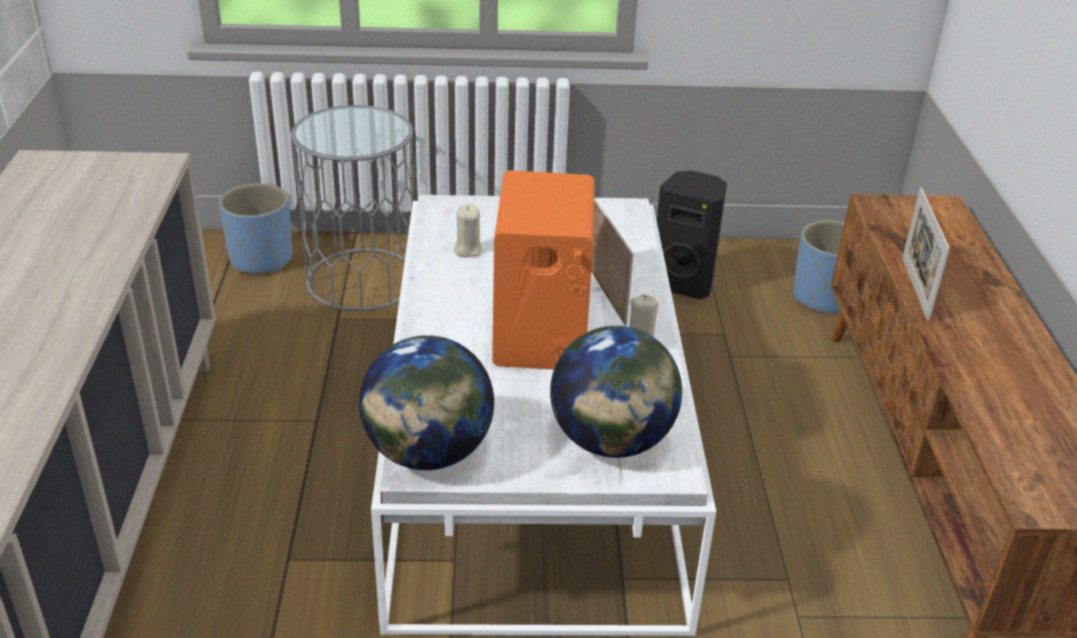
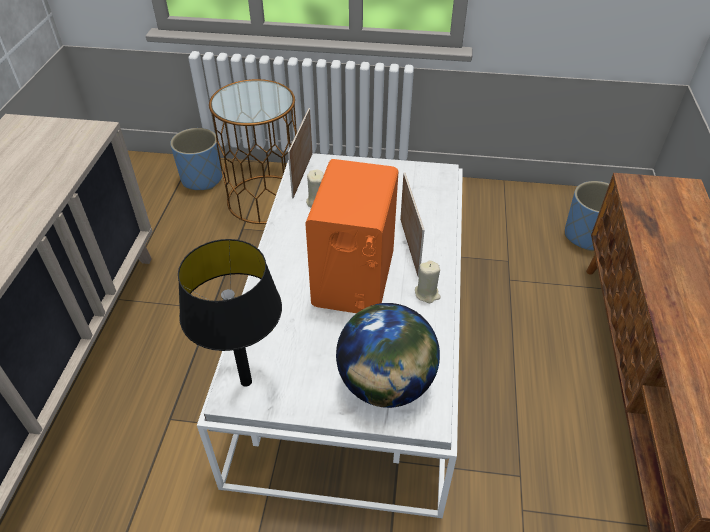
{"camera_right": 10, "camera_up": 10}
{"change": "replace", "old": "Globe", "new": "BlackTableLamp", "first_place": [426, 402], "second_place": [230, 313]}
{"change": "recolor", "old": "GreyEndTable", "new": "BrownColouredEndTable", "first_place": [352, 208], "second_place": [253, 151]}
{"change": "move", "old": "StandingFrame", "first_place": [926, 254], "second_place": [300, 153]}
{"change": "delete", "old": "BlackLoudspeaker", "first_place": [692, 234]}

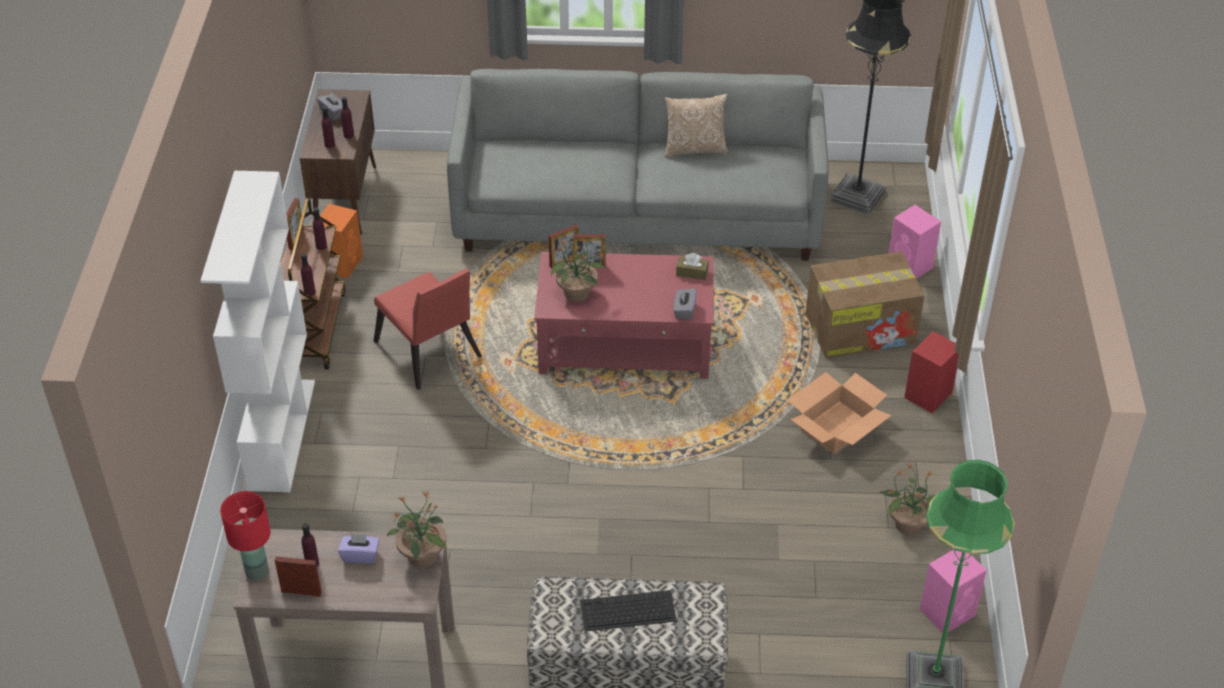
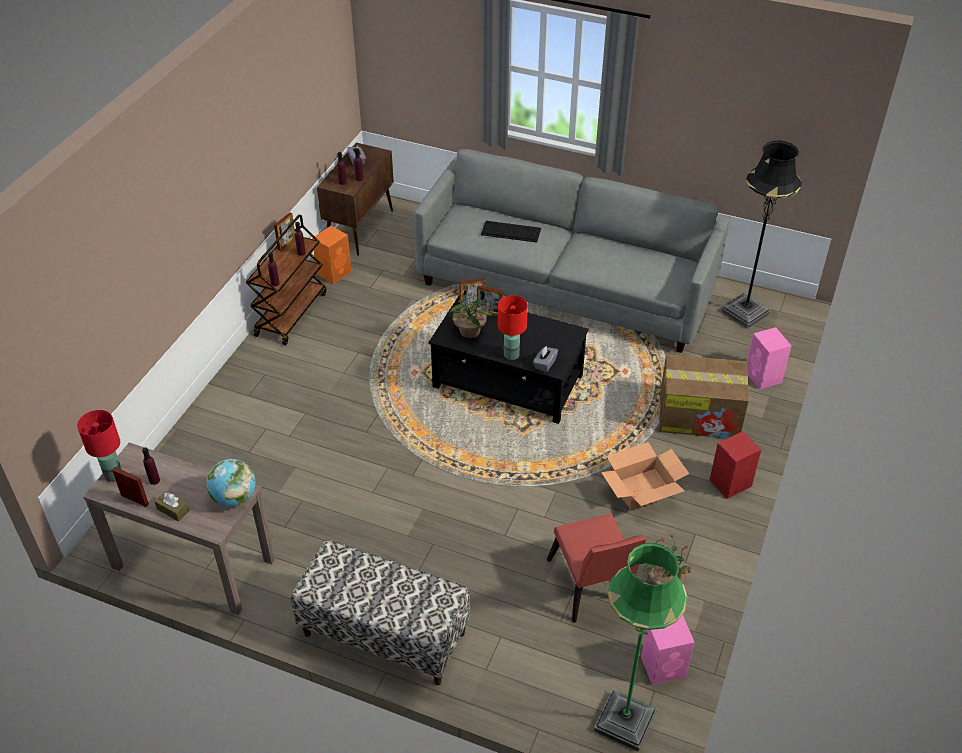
{"camera_right": 20, "camera_up": 0}
{"change": "move", "old": "BrownColouredBoxOfTissues", "first_place": [692, 266], "second_place": [171, 506]}
{"change": "replace", "old": "PlantInAPot", "new": "Globe", "first_place": [416, 529], "second_place": [231, 483]}
{"change": "recolor", "old": "ReddishLoungeTable", "new": "BlackLoungeTable", "first_place": [624, 315], "second_place": [509, 359]}
{"change": "move", "old": "Keyboard", "first_place": [628, 611], "second_place": [511, 232]}
{"change": "insert", "new": "ReddishTableLamp", "second_place": [513, 327]}
{"change": "move", "old": "ReddishUprightChair", "first_place": [427, 329], "second_place": [596, 568]}
{"change": "delete", "old": "WhiteColouredShelvingUnit", "first_place": [257, 331]}
{"change": "delete", "old": "PurplishBoxOfTissues", "first_place": [358, 548]}
{"change": "delete", "old": "ThrowPillow", "first_place": [696, 125]}

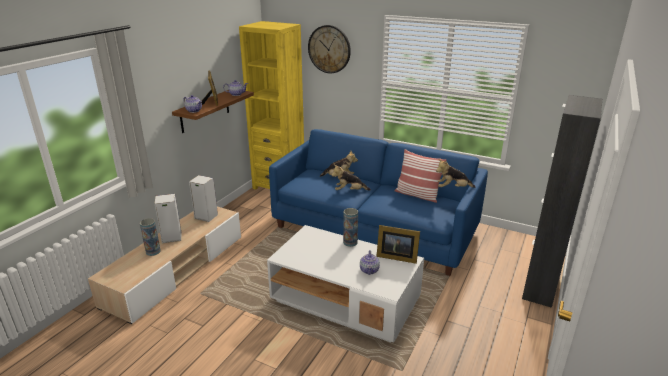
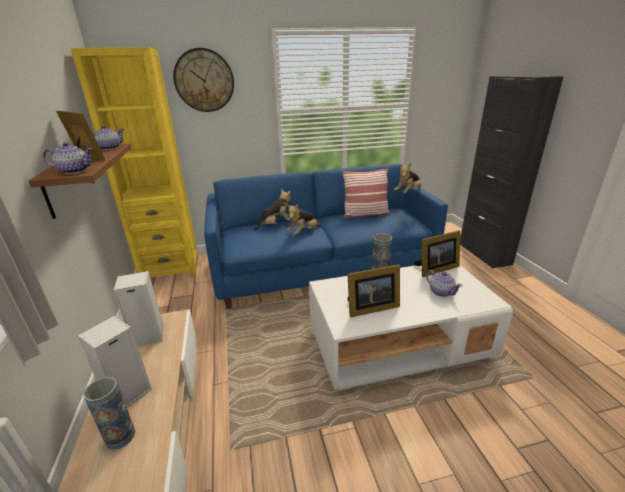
{"camera_right": -40, "camera_up": 0}
{"change": "insert", "new": "StandingFrame", "second_place": [373, 291]}

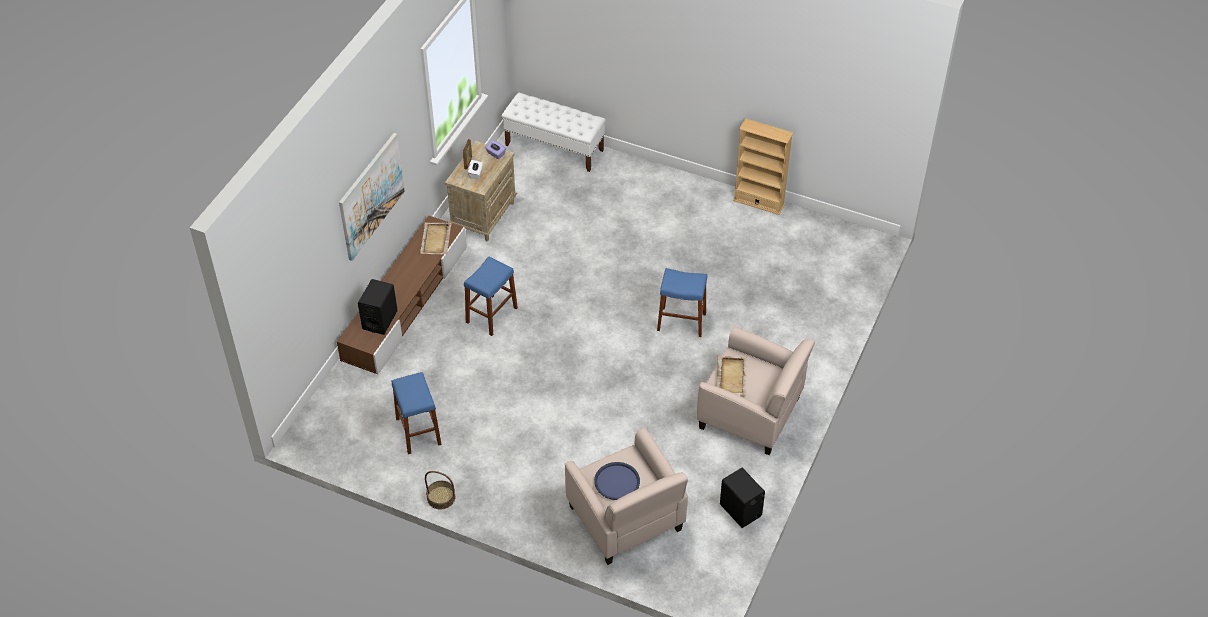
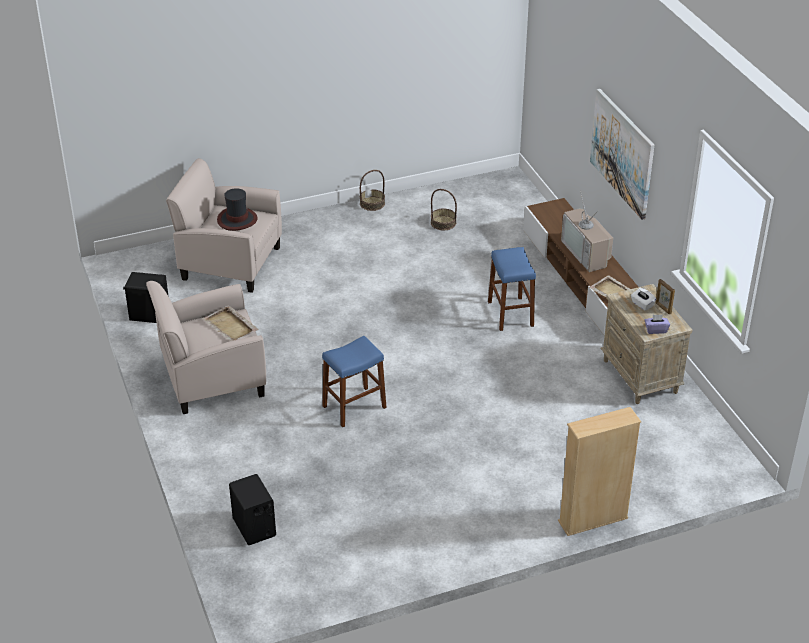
{"camera_right": 135, "camera_up": -10}
{"change": "replace", "old": "BlueColouredTray", "new": "ClothingHat", "first_place": [617, 481], "second_place": [237, 209]}
{"change": "move", "old": "BlackLoudspeaker", "first_place": [378, 307], "second_place": [252, 509]}
{"change": "replace", "old": "BlueColouredSittingStool", "new": "HouseholdBasket", "first_place": [416, 413], "second_place": [444, 209]}
{"change": "move", "old": "SandColouredShelvingUnit", "first_place": [763, 166], "second_place": [599, 471]}
{"change": "insert", "new": "TvSet", "second_place": [587, 231]}
{"change": "delete", "old": "WhiteColouredBench", "first_place": [554, 132]}

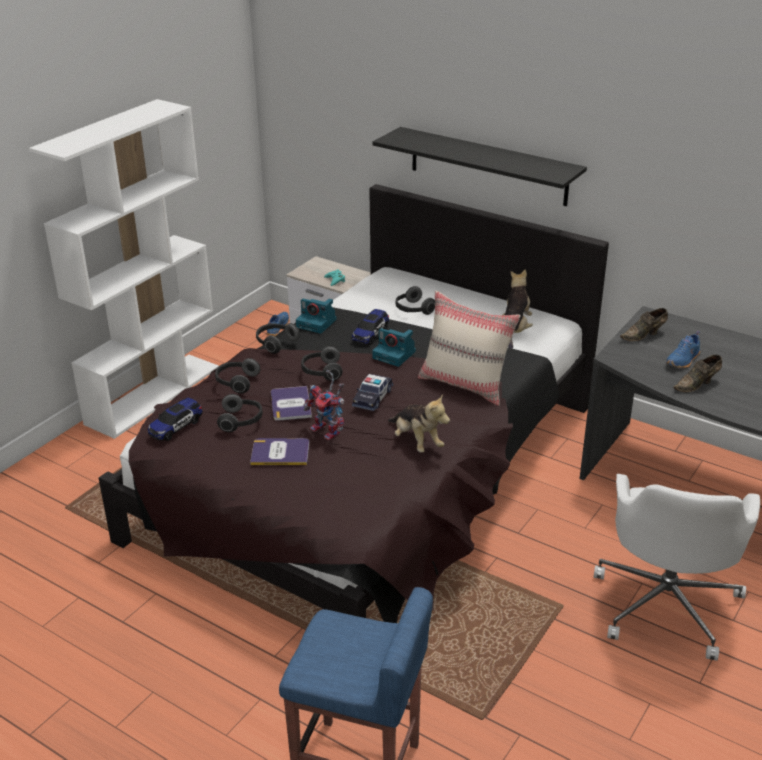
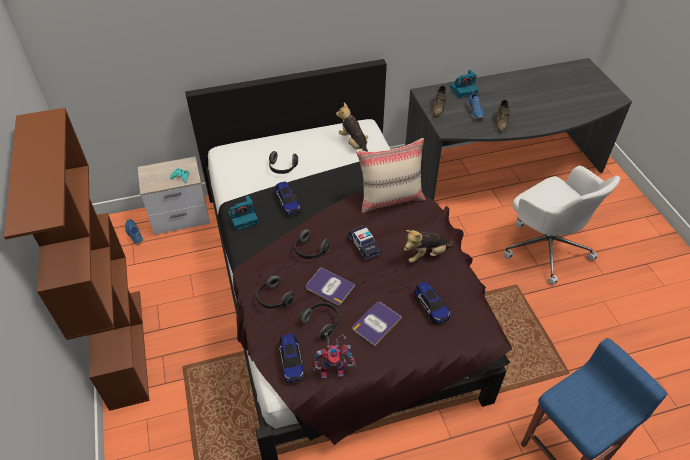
{"camera_right": -50, "camera_up": 15}
{"change": "recolor", "old": "WhiteColouredShelvingUnit", "new": "BrownColouredShelvingUnit", "first_place": [124, 269], "second_place": [76, 259]}
{"change": "move", "old": "ModelRobot", "first_place": [324, 405], "second_place": [334, 356]}
{"change": "rotate", "old": "CuddlyToy", "first_place": [419, 423], "second_place": [429, 246], "degrees": 150}
{"change": "insert", "new": "ToyCar", "second_place": [432, 302]}
{"change": "move", "old": "StillCamera", "first_place": [394, 347], "second_place": [464, 84]}
{"change": "delete", "old": "Headset", "first_place": [278, 338]}
{"change": "delete", "old": "BlackShelf", "first_place": [480, 167]}

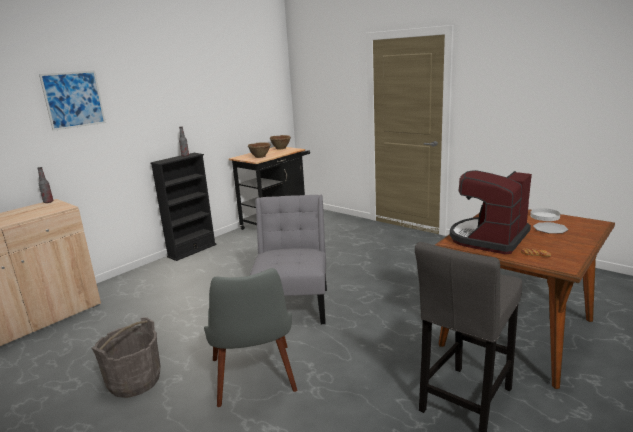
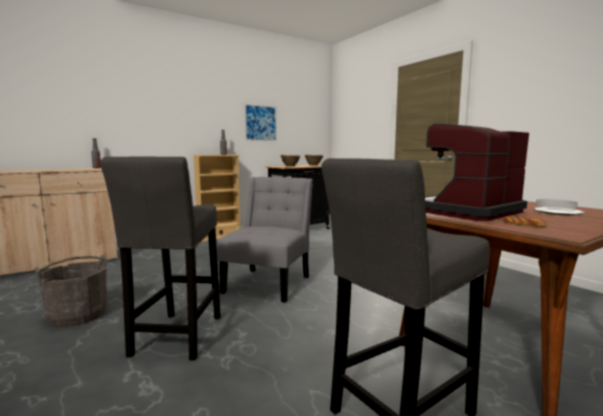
{"camera_right": 15, "camera_up": -10}
{"change": "replace", "old": "GreyUprightChair", "new": "GreySittingStool", "first_place": [250, 337], "second_place": [160, 259]}
{"change": "recolor", "old": "BlackShelvingUnit", "new": "SandColouredShelvingUnit", "first_place": [183, 207], "second_place": [216, 198]}
{"change": "move", "old": "WallArt", "first_place": [72, 100], "second_place": [261, 122]}

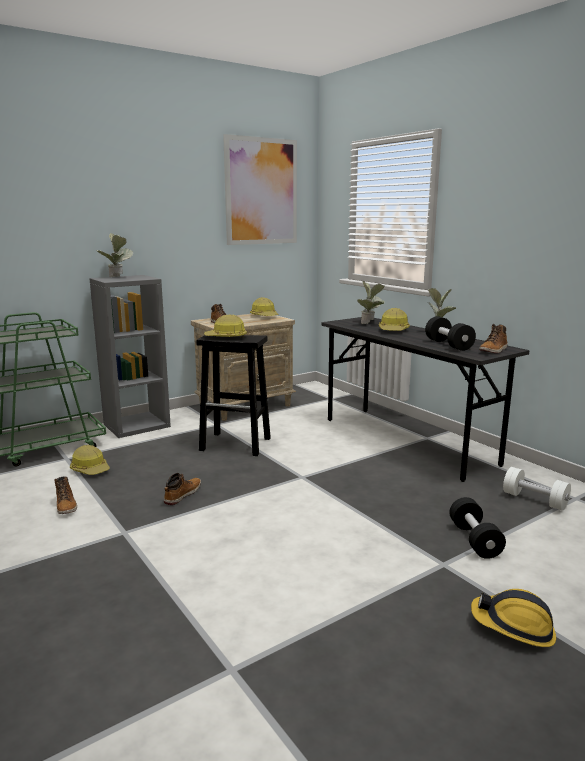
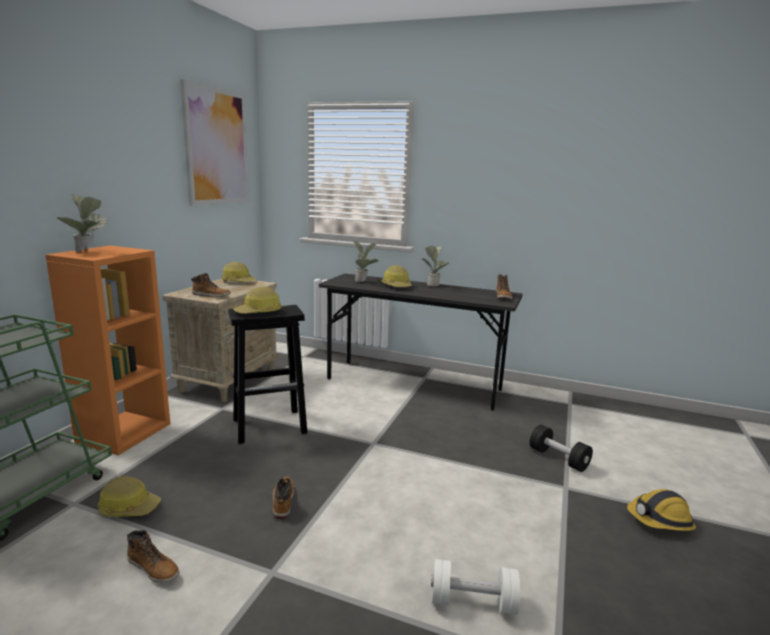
{"camera_right": -35, "camera_up": 0}
{"change": "recolor", "old": "GreyShelvingUnit", "new": "OrangeColouredShelvingUnit", "first_place": [130, 356], "second_place": [107, 350]}
{"change": "move", "old": "WhiteColouredDumbbell", "first_place": [537, 489], "second_place": [475, 587]}
{"change": "delete", "old": "BlackDumbbell", "first_place": [450, 333]}

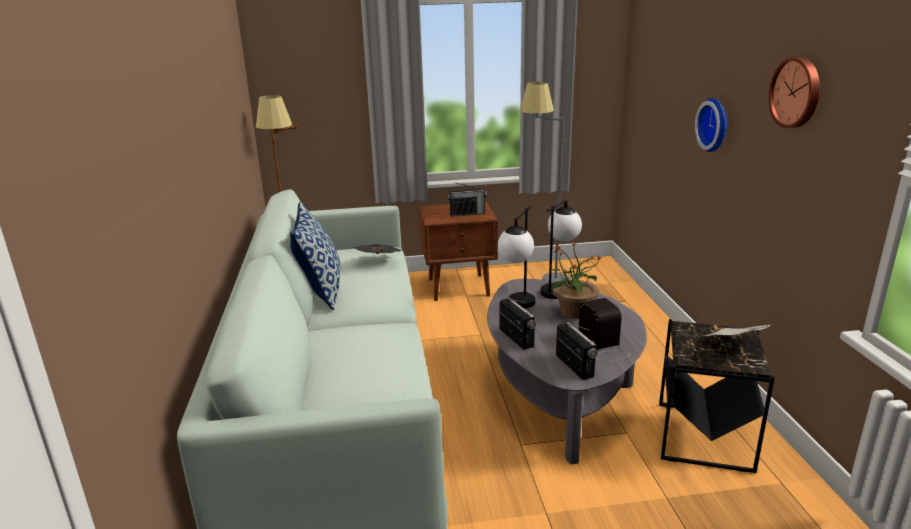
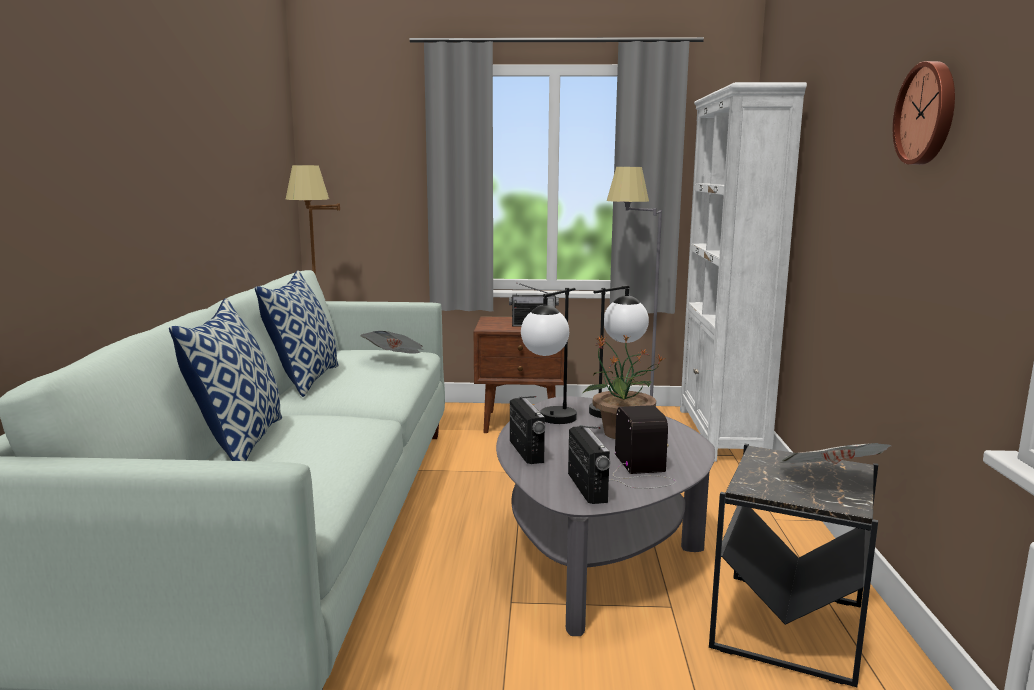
{"camera_right": 10, "camera_up": -10}
{"change": "insert", "new": "ThrowPillow", "second_place": [225, 379]}
{"change": "insert", "new": "WhiteColouredShelvingUnit", "second_place": [743, 272]}
{"change": "delete", "old": "HangingClock", "first_place": [711, 125]}

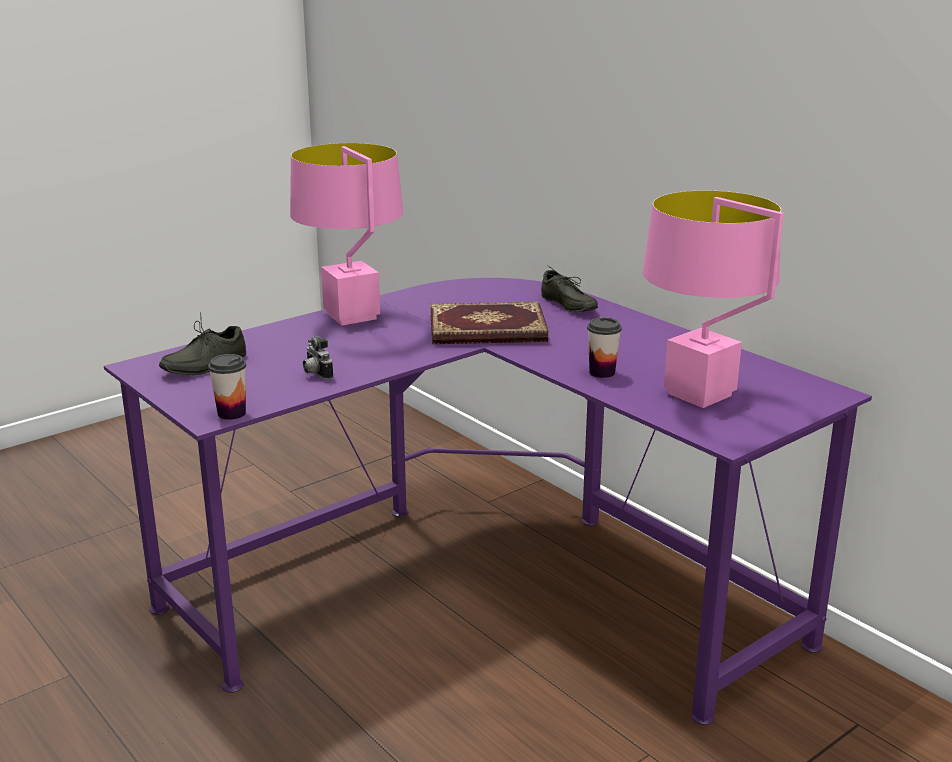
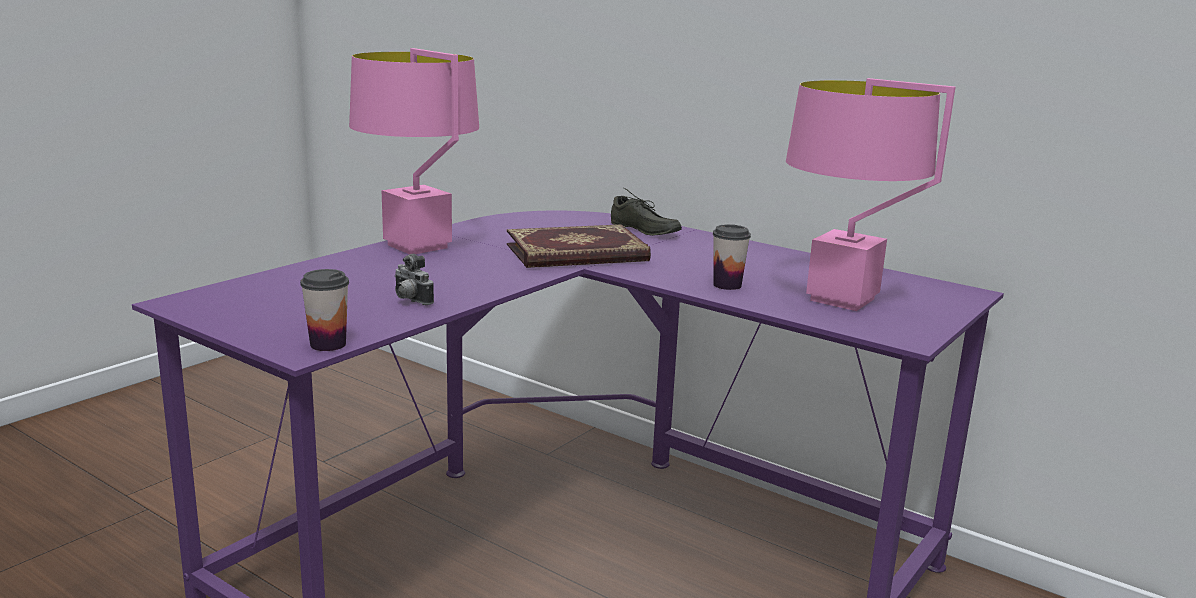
{"camera_right": -15, "camera_up": -5}
{"change": "delete", "old": "GreyLowShoe", "first_place": [202, 343]}

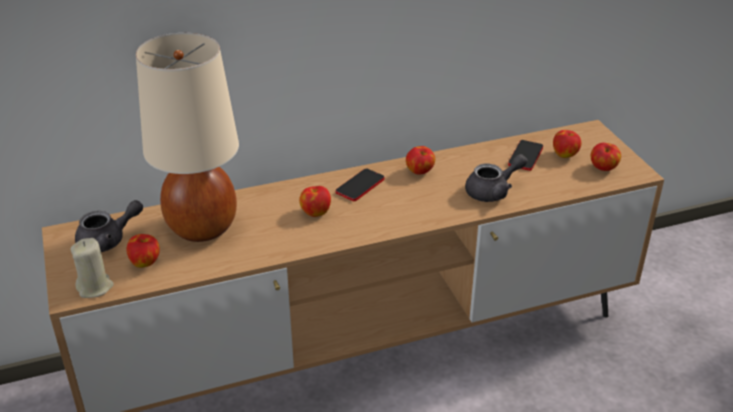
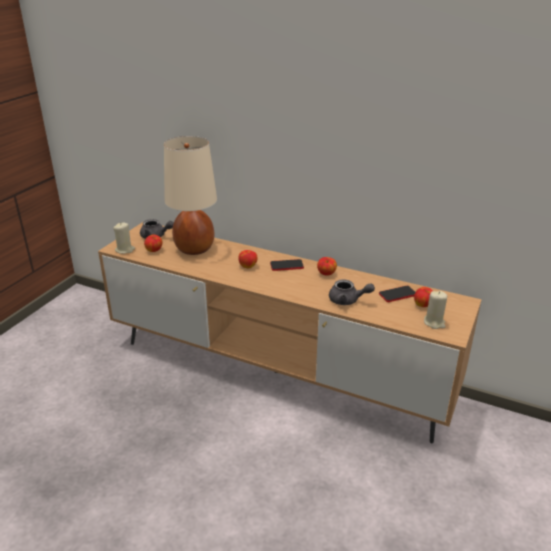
{"camera_right": 45, "camera_up": -5}
{"change": "replace", "old": "WholeApple", "new": "SandColouredWaxCandle", "first_place": [606, 157], "second_place": [435, 310]}

